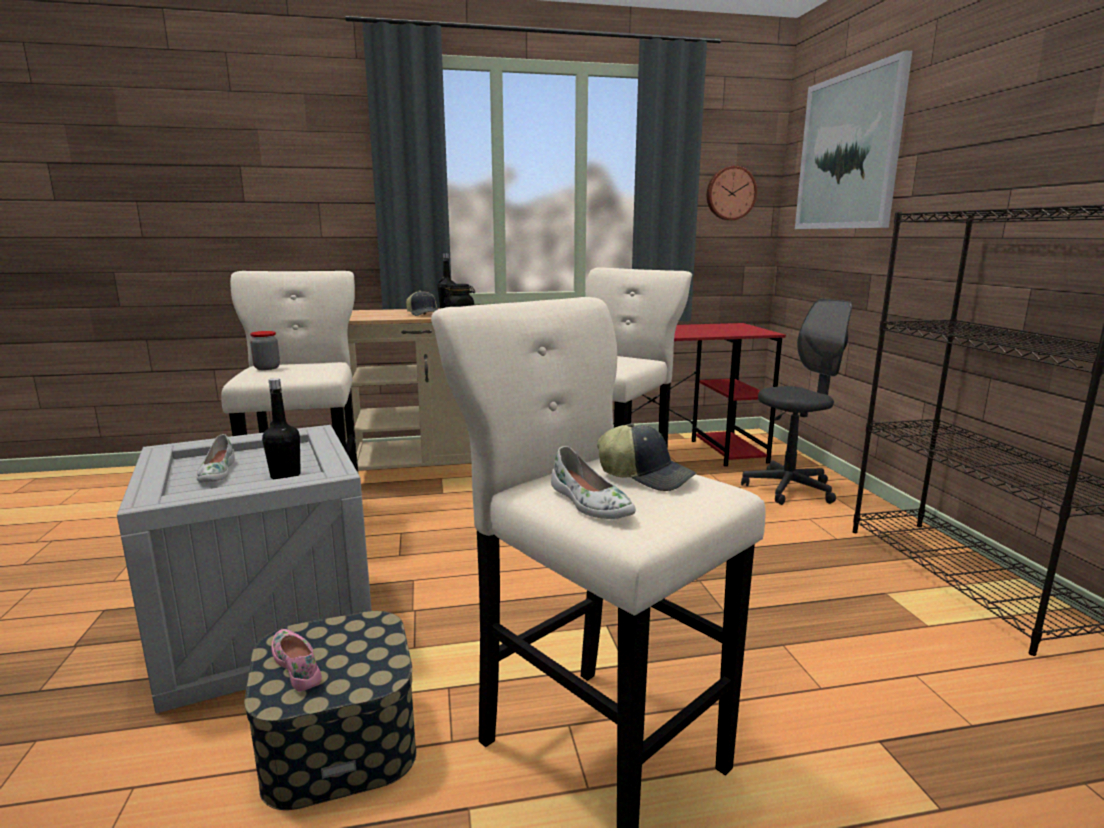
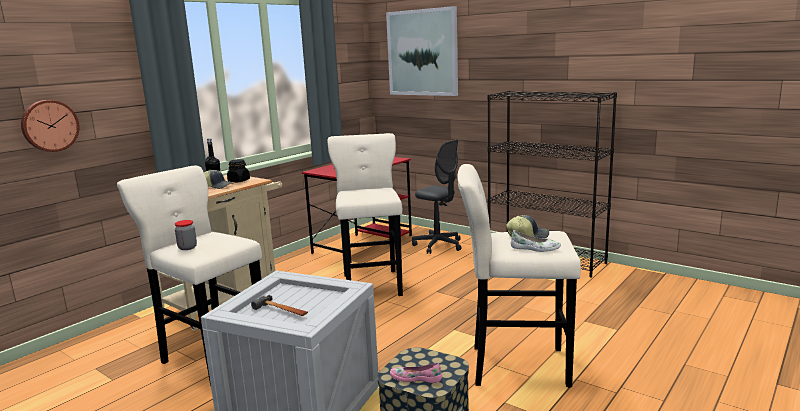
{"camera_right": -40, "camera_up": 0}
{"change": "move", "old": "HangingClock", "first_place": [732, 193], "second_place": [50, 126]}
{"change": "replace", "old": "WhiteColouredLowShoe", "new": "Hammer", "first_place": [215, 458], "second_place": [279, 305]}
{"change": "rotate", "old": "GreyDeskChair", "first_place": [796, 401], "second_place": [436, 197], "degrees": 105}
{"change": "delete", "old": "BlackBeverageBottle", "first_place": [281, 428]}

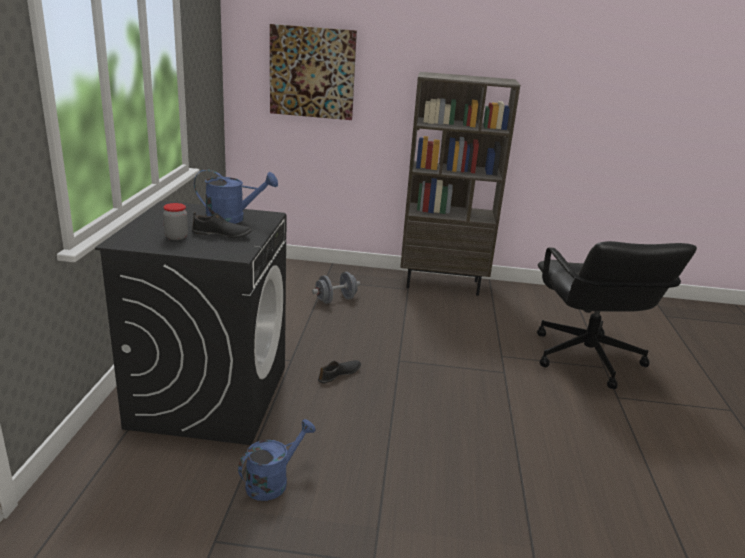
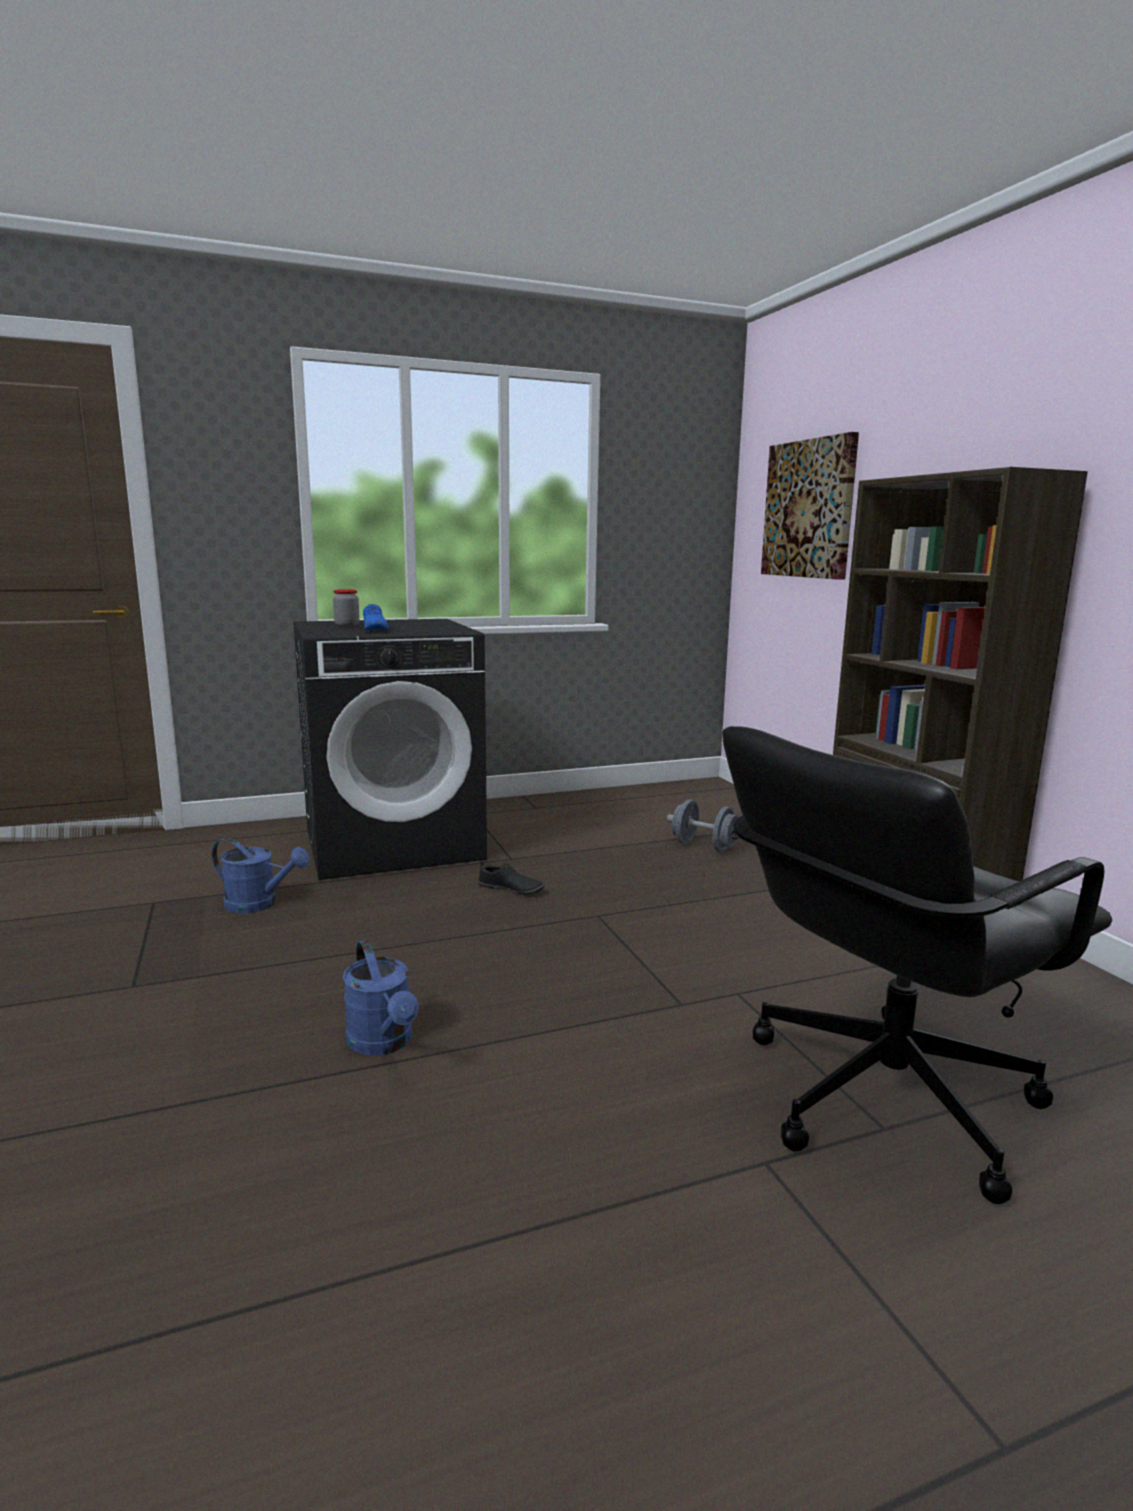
{"camera_right": 65, "camera_up": -10}
{"change": "move", "old": "BlueColouredWateringCan", "first_place": [236, 196], "second_place": [381, 997]}
{"change": "recolor", "old": "BlackLowShoe", "new": "BlueColouredLowShoe", "first_place": [221, 225], "second_place": [376, 617]}

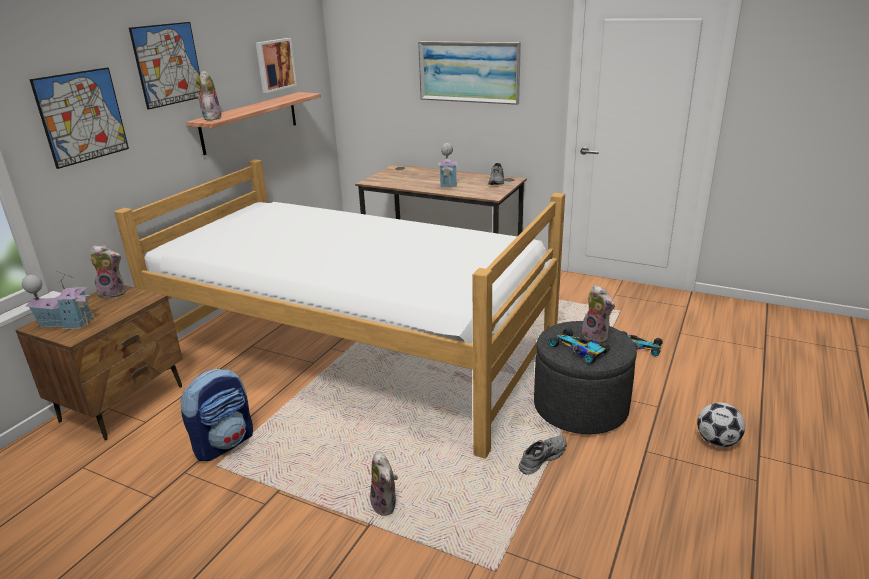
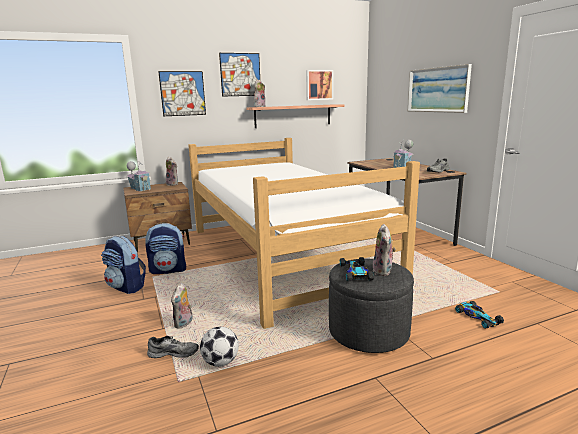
{"camera_right": 40, "camera_up": -10}
{"change": "insert", "new": "Rucksack", "second_place": [123, 265]}
{"change": "move", "old": "GreyLowShoe", "first_place": [543, 455], "second_place": [173, 347]}
{"change": "move", "old": "Football", "first_place": [721, 424], "second_place": [219, 347]}

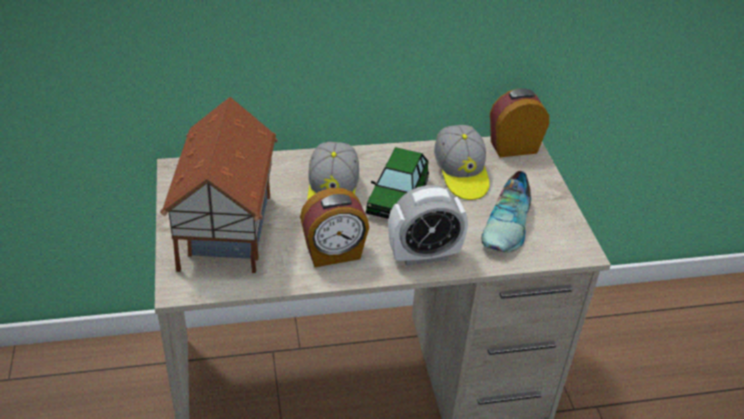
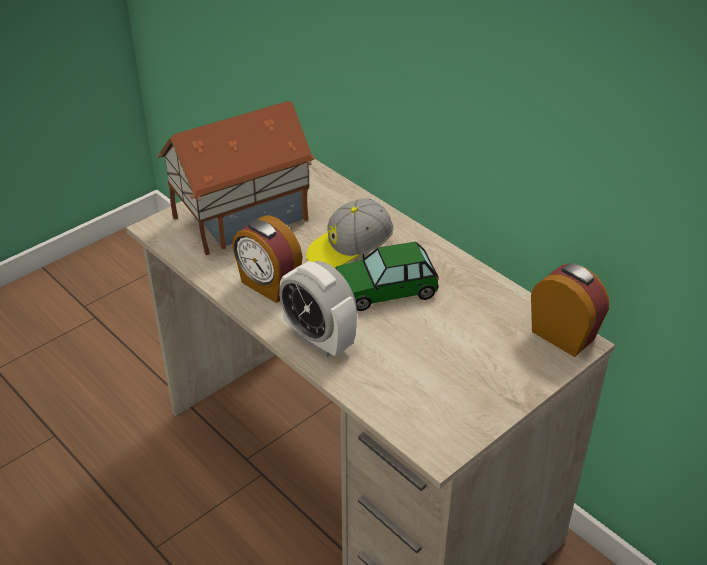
{"camera_right": 60, "camera_up": 0}
{"change": "delete", "old": "PeakedCap", "first_place": [462, 162]}
{"change": "delete", "old": "LowShoe", "first_place": [506, 211]}

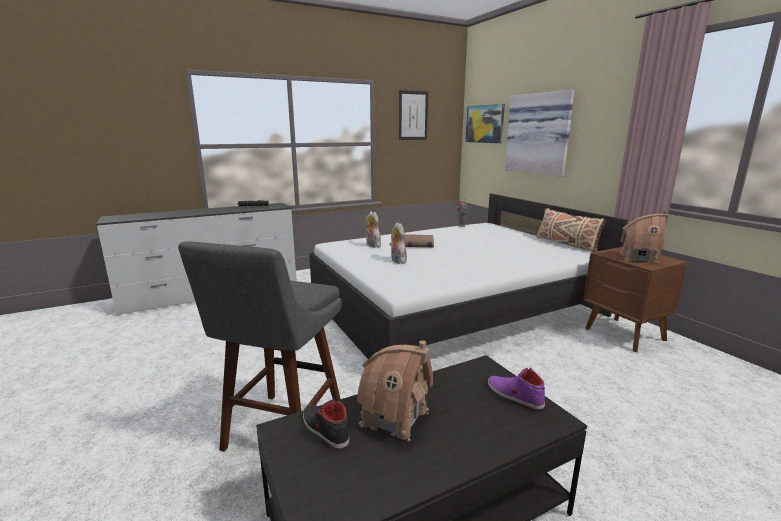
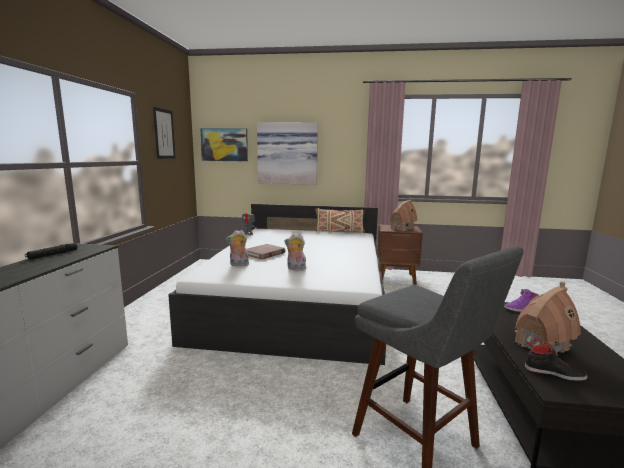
{"camera_right": -55, "camera_up": -5}
{"change": "rotate", "old": "BlackLowShoe", "first_place": [326, 424], "second_place": [556, 362], "degrees": -150}

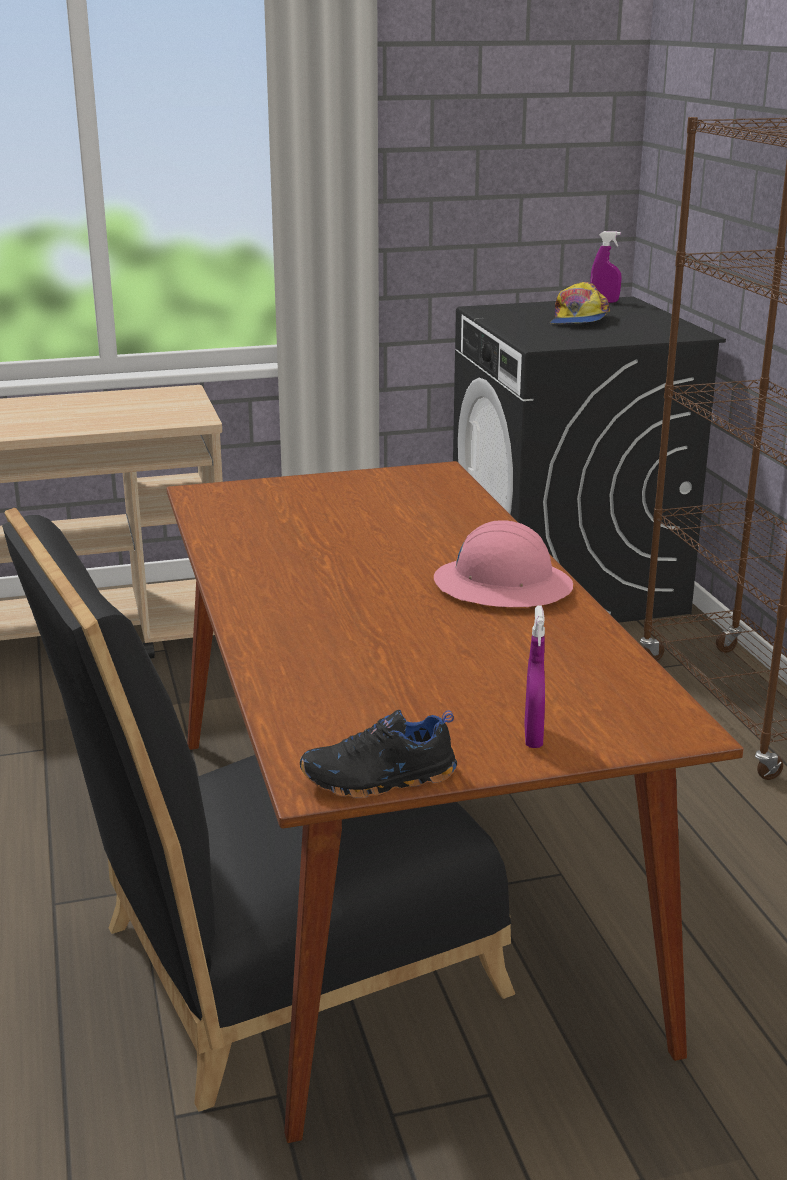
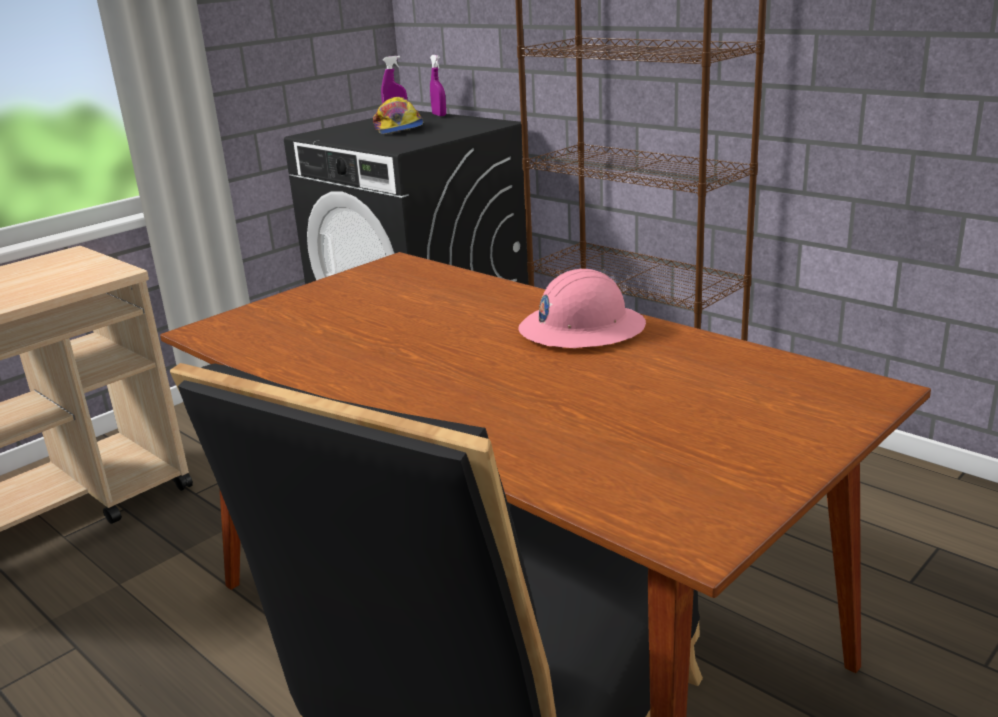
{"camera_right": -30, "camera_up": 0}
{"change": "move", "old": "PurplishHandSprayer", "first_place": [534, 677], "second_place": [438, 85]}
{"change": "delete", "old": "BlackLowShoe", "first_place": [378, 754]}

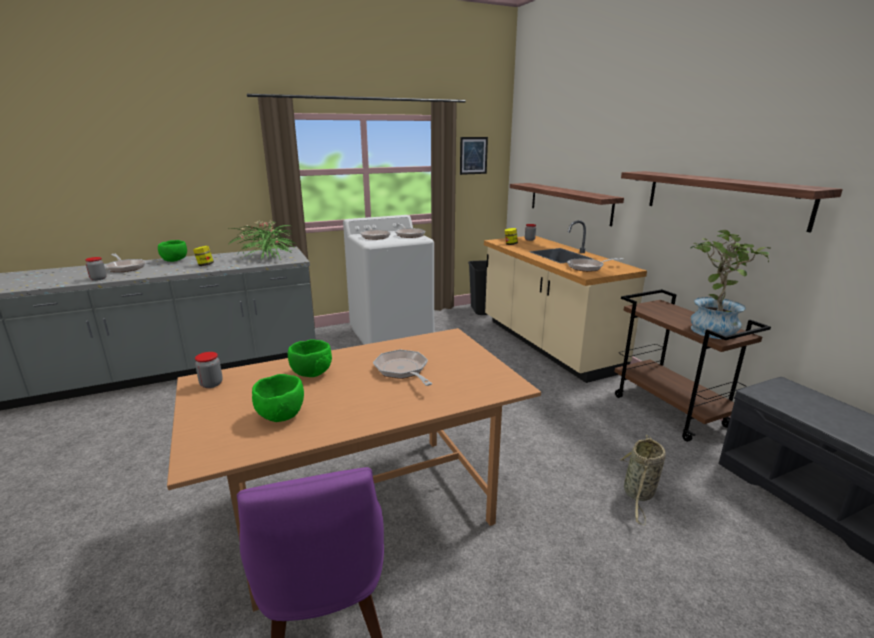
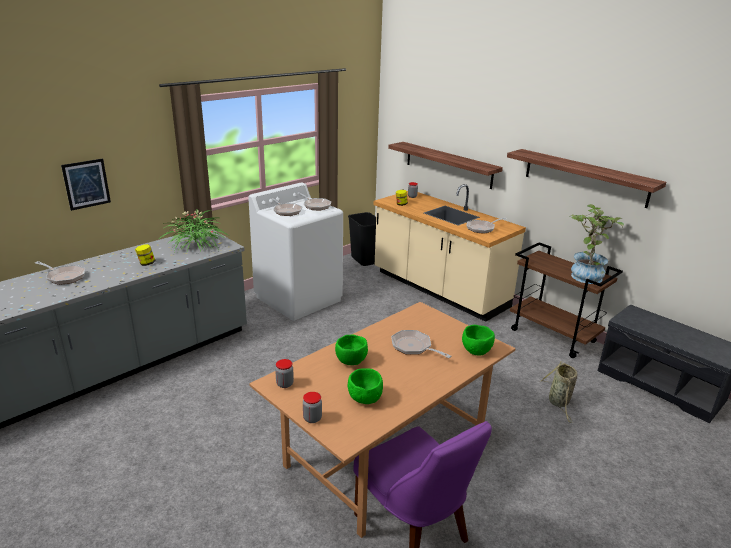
{"camera_right": -20, "camera_up": 5}
{"change": "move", "old": "WallArt", "first_place": [474, 156], "second_place": [86, 184]}
{"change": "move", "old": "Jar", "first_place": [95, 269], "second_place": [312, 407]}
{"change": "move", "old": "GreenColouredServingBowl", "first_place": [172, 251], "second_place": [478, 340]}

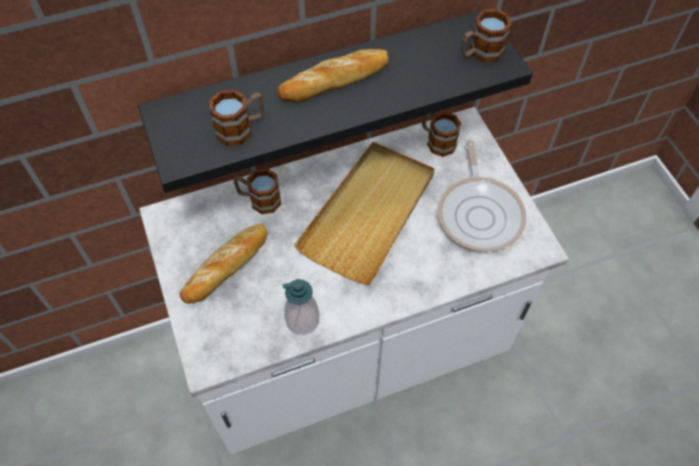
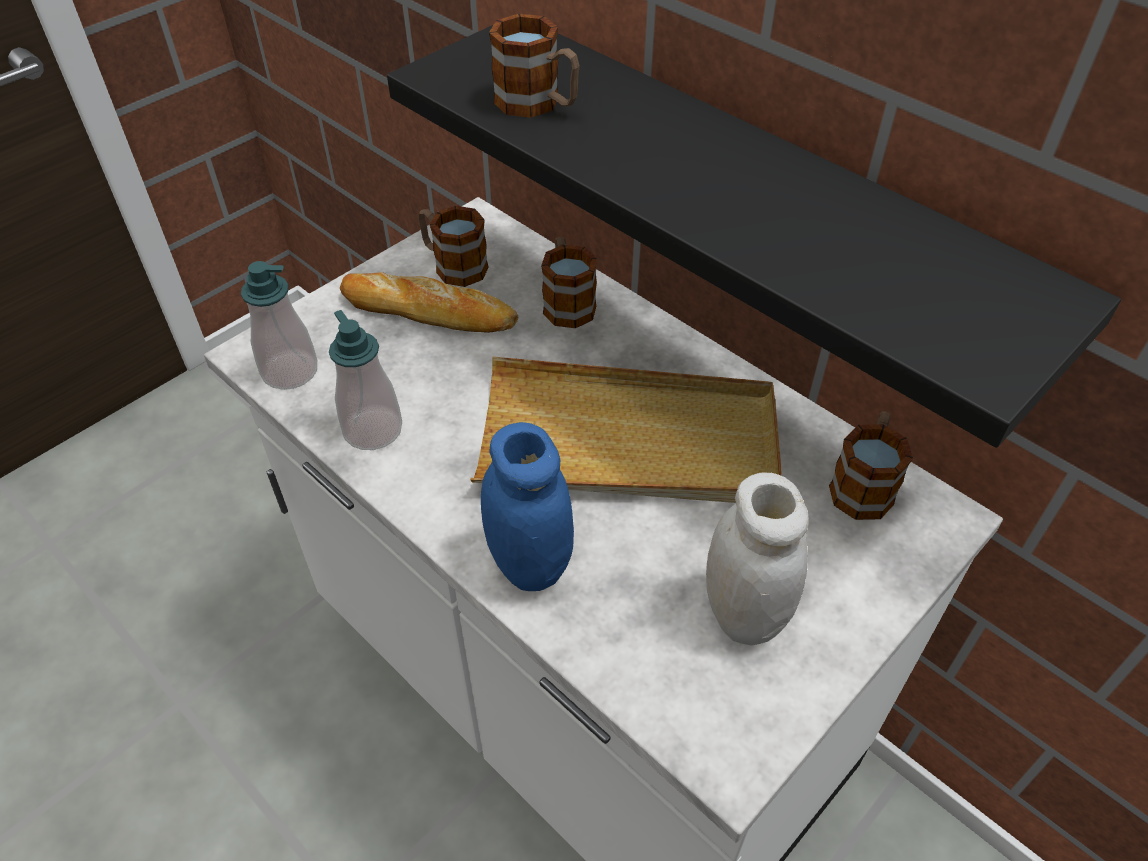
{"camera_right": 65, "camera_up": -10}
{"change": "insert", "new": "LiquidSoapBottle", "second_place": [279, 325]}
{"change": "move", "old": "TeaMug", "first_place": [486, 36], "second_place": [453, 246]}
{"change": "insert", "new": "BlueColouredJar", "second_place": [527, 506]}
{"change": "replace", "old": "Pan", "new": "WhiteColouredJar", "first_place": [482, 195], "second_place": [757, 559]}
{"change": "delete", "old": "BakeryBread", "first_place": [333, 76]}

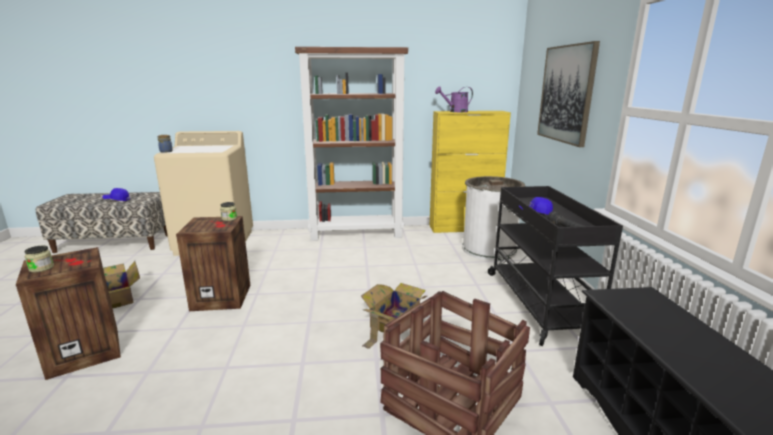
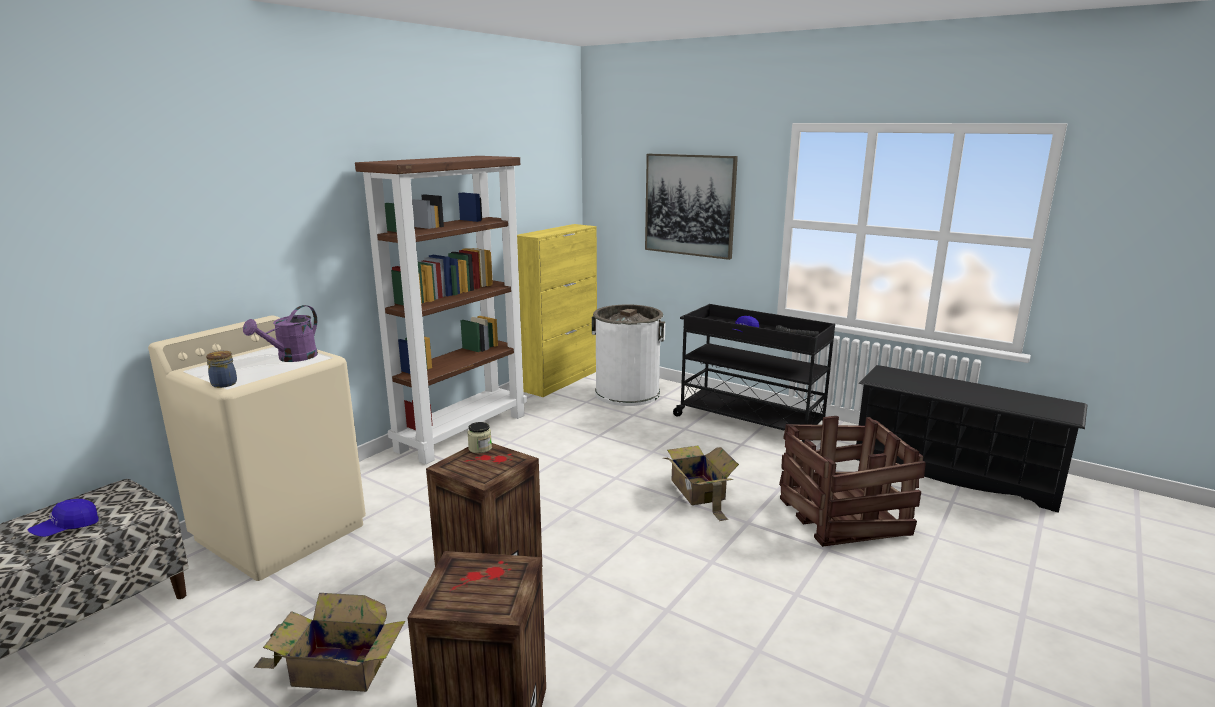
{"camera_right": -50, "camera_up": 0}
{"change": "move", "old": "PurplishWateringCan", "first_place": [454, 99], "second_place": [280, 333]}
{"change": "delete", "old": "Jar", "first_place": [39, 259]}

